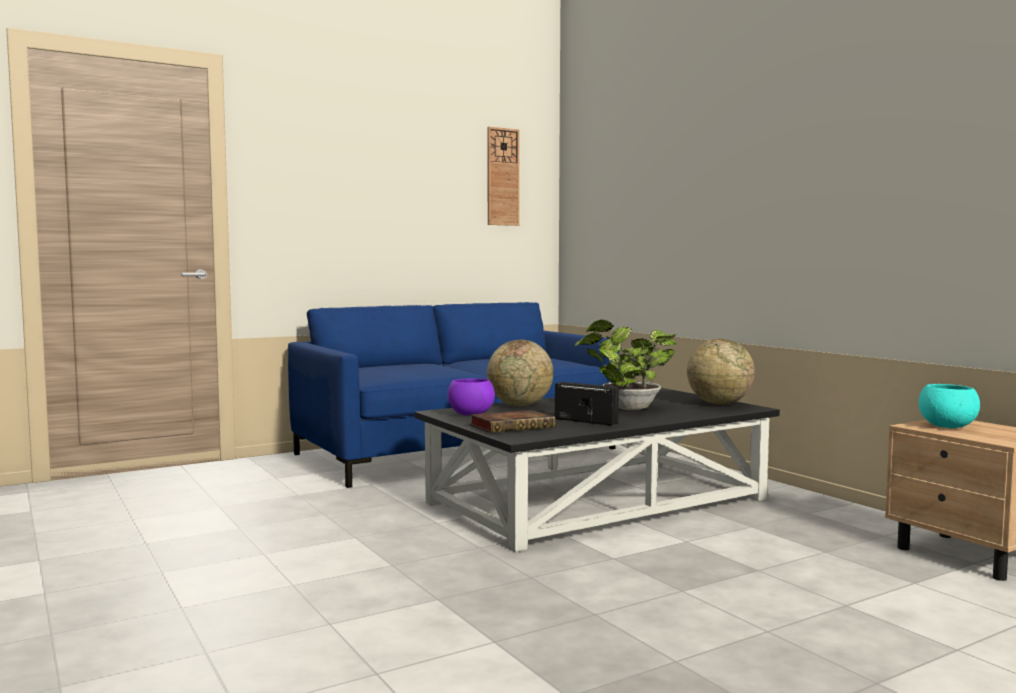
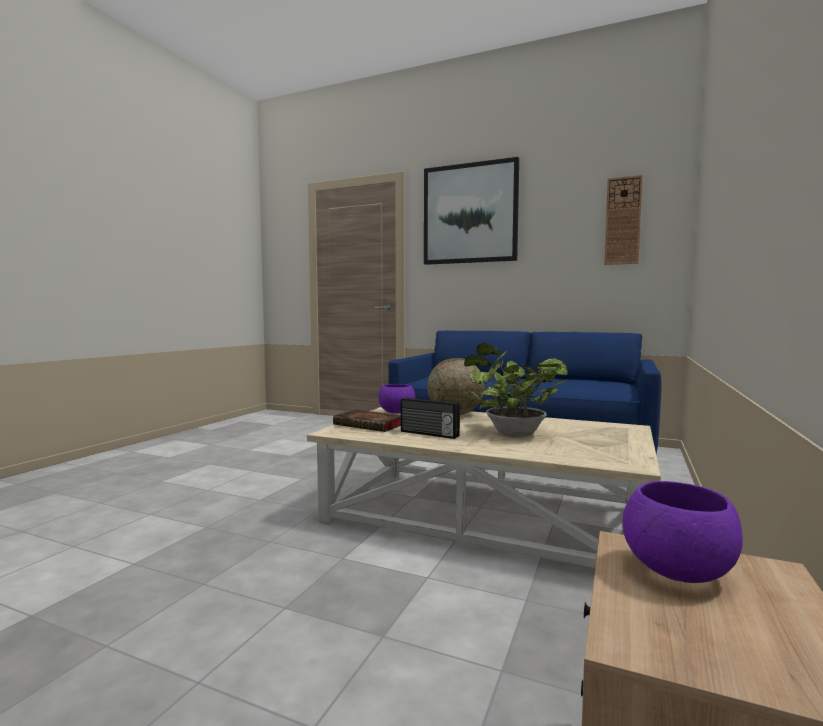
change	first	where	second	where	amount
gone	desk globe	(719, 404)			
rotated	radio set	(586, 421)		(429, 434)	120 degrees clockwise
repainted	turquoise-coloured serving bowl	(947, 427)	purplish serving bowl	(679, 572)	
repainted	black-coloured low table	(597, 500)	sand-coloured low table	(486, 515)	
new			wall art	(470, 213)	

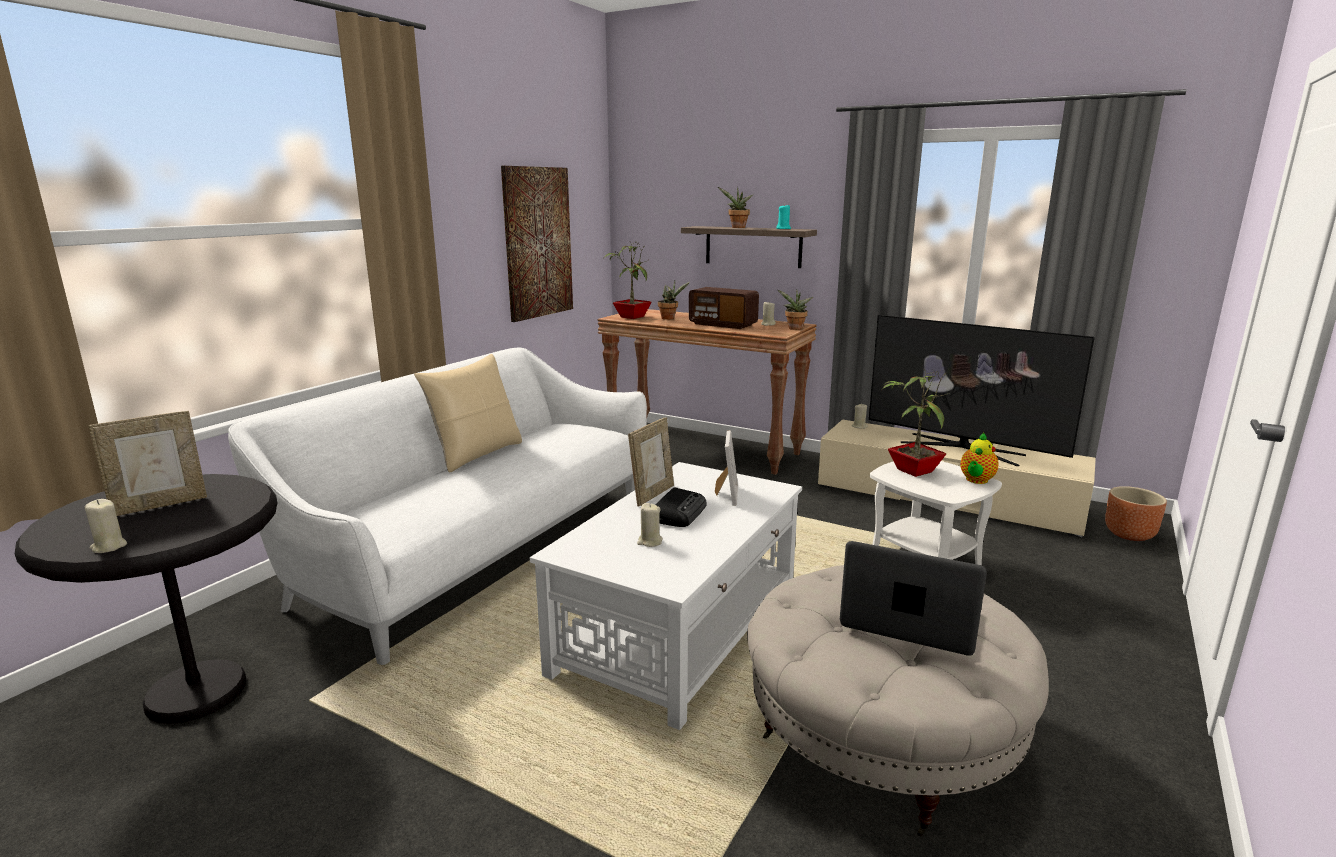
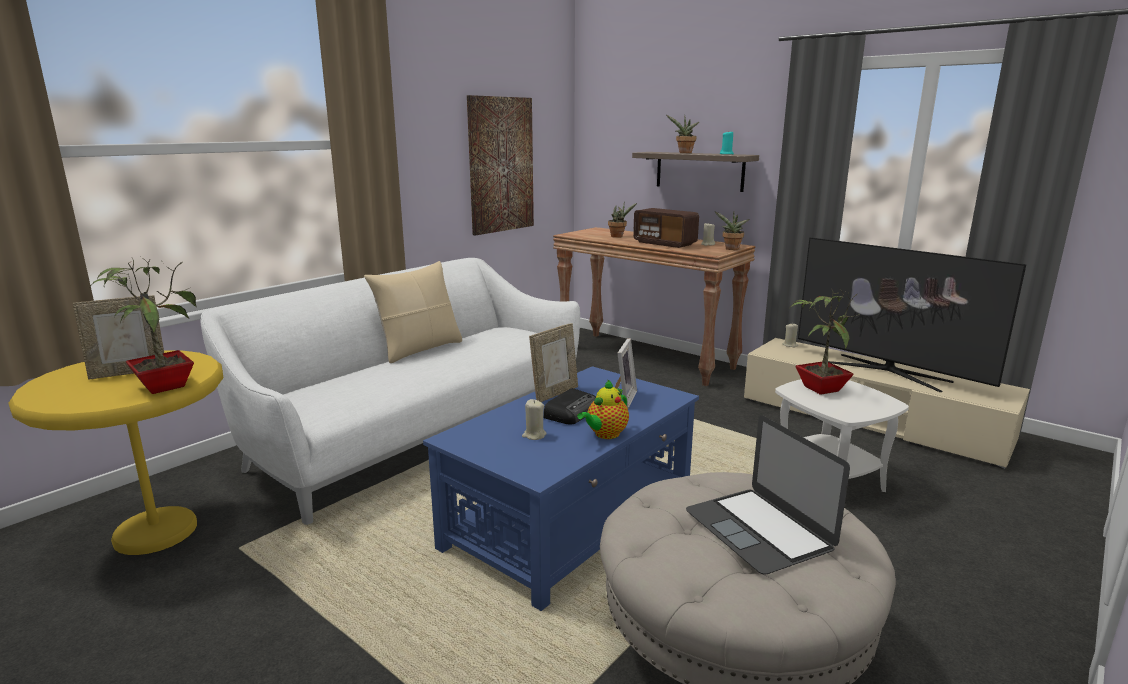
change	first	where	second	where	amount
shifted	plant in a pot	(631, 317)		(163, 386)	
shifted	tea pot	(976, 480)		(605, 434)	
repainted	white low table	(680, 628)	blue low table	(572, 519)	
repainted	black-coloured side table	(196, 693)	yellow-coloured side table	(156, 532)	
gone	brownish plant pot	(1128, 534)			
gone	sand-coloured wax light	(109, 547)			
rotated	portable computer	(909, 619)		(758, 529)	150 degrees counterclockwise

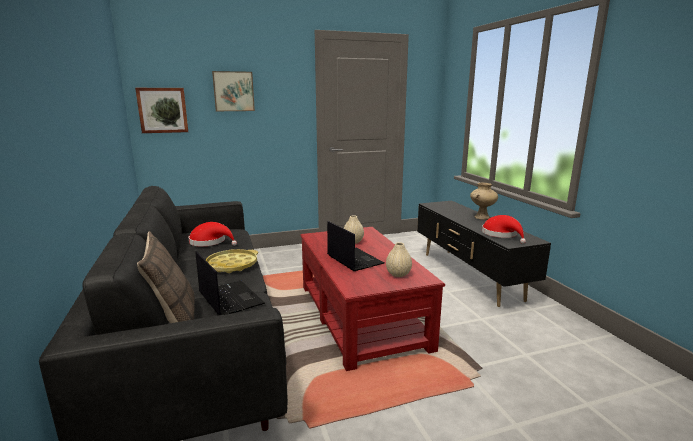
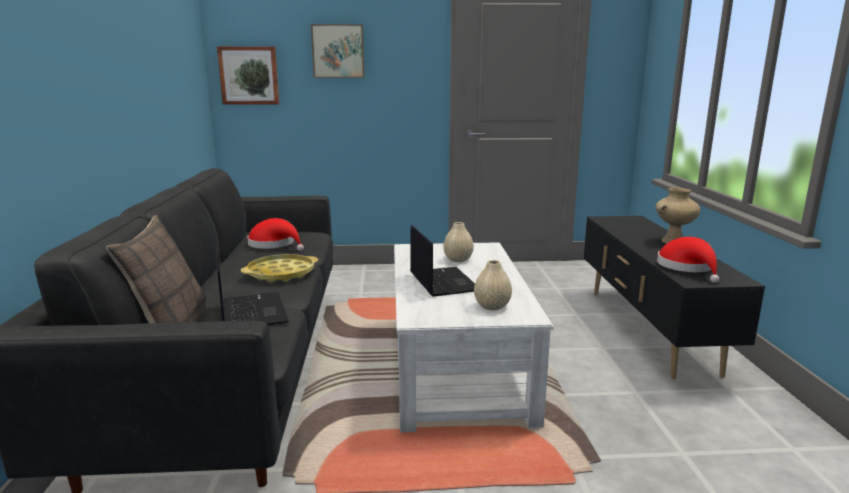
change	first	where	second	where	amount
repainted	red low table	(361, 315)	white low table	(458, 364)	

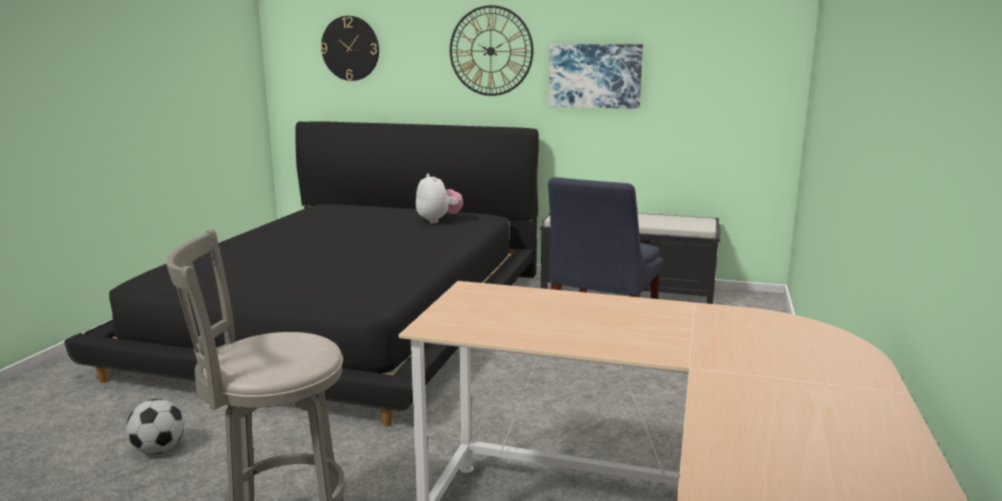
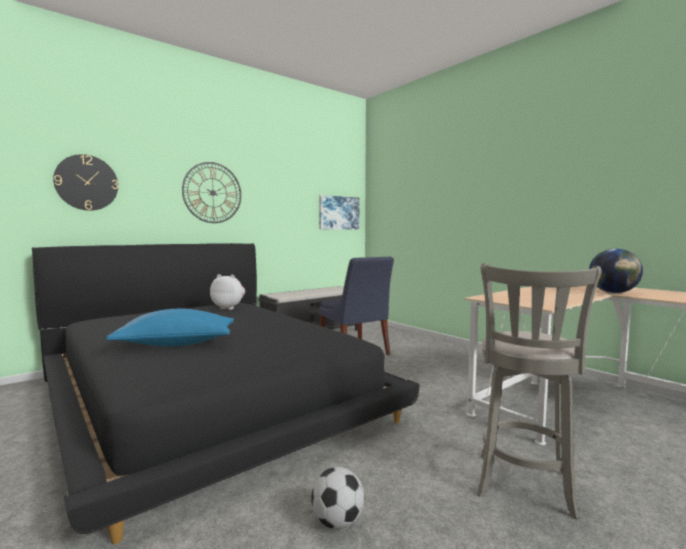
change	first	where	second	where	amount
shifted	wall art	(595, 76)		(338, 213)	
new			desk globe	(613, 292)	
new			blue pillow	(176, 344)	

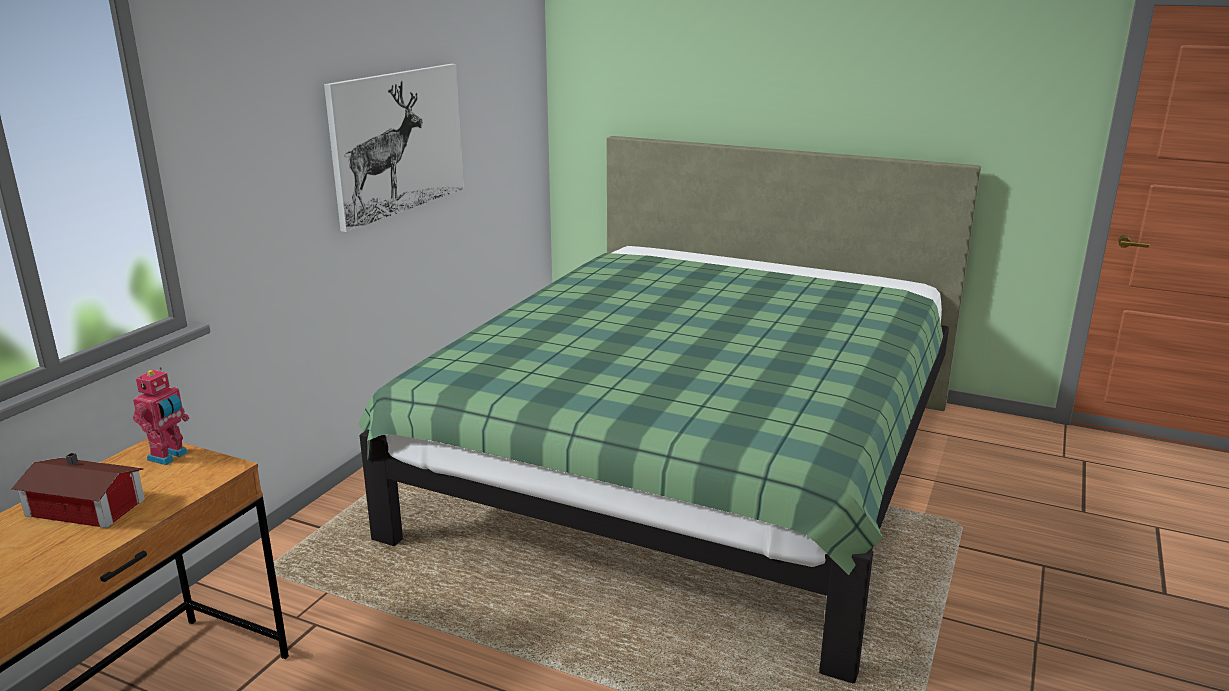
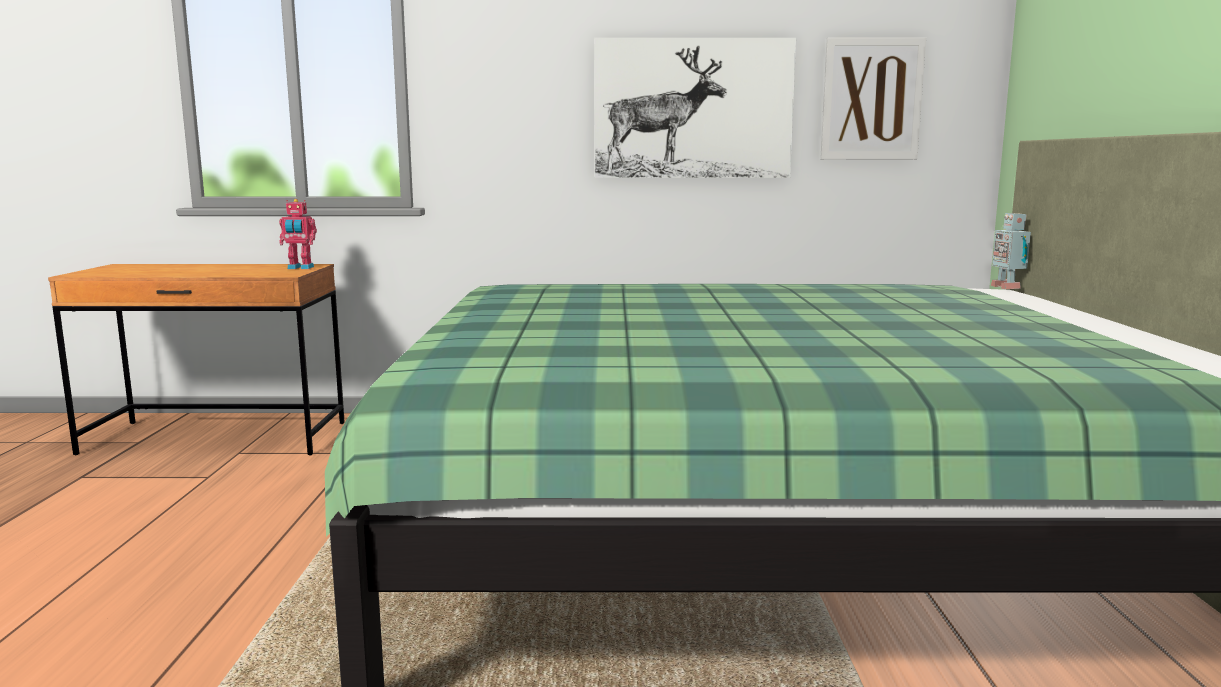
change	first	where	second	where	amount
gone	miniature house	(86, 509)			
new			wall art	(871, 99)	
new			robot figure	(1007, 287)	

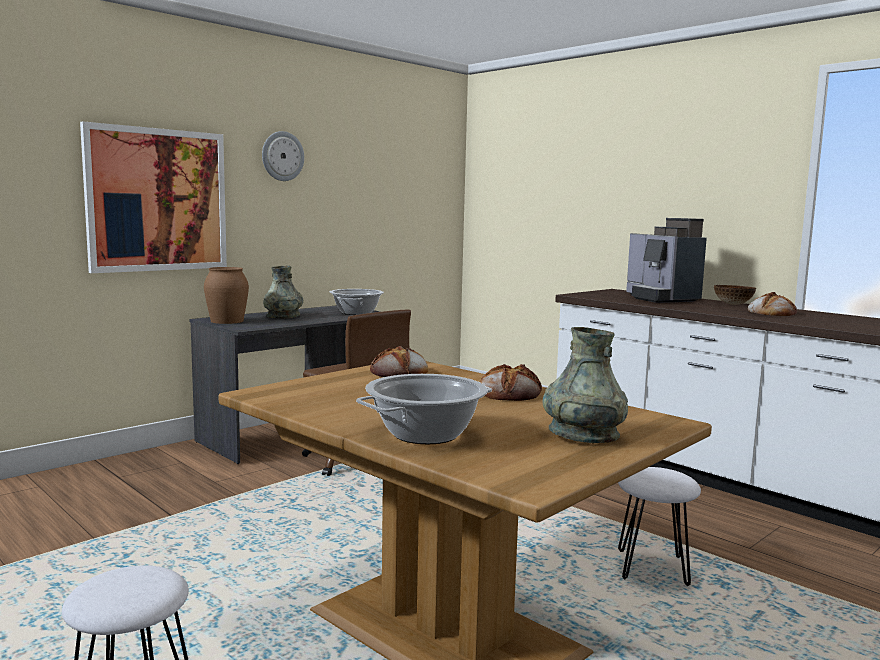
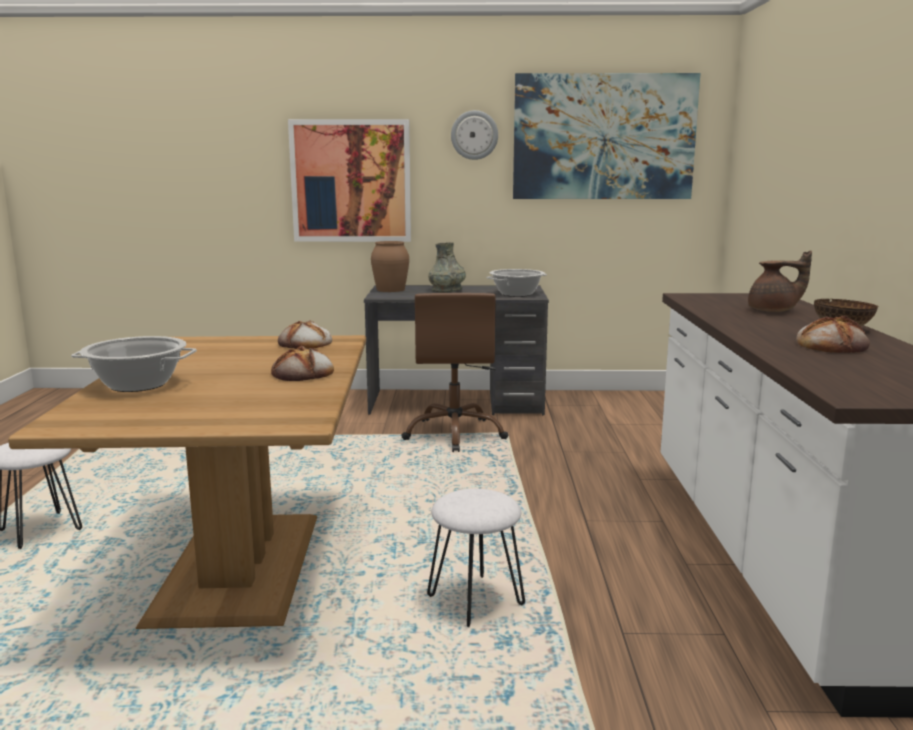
change	first	where	second	where	amount
swapped	coffee machine	(660, 298)	brownish tea pot	(774, 311)	
gone	grey vase	(583, 435)			
new			wall art	(603, 137)	

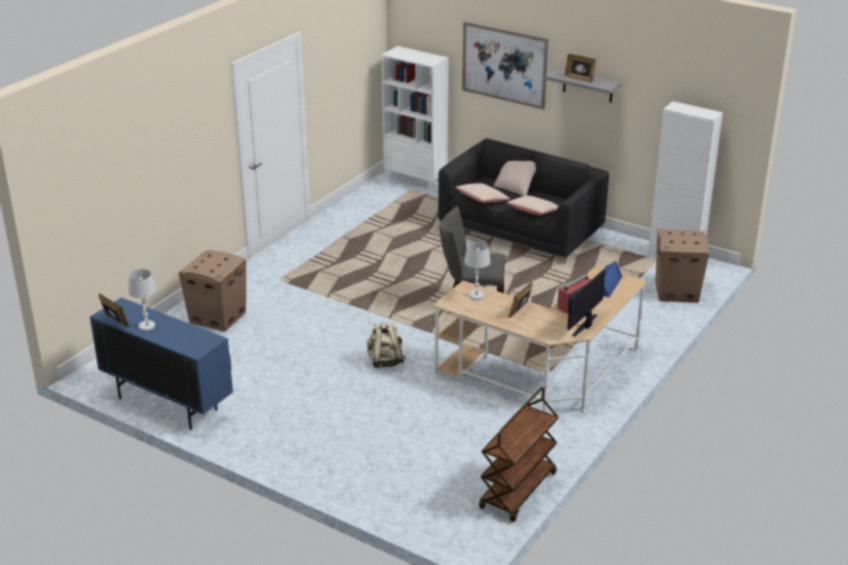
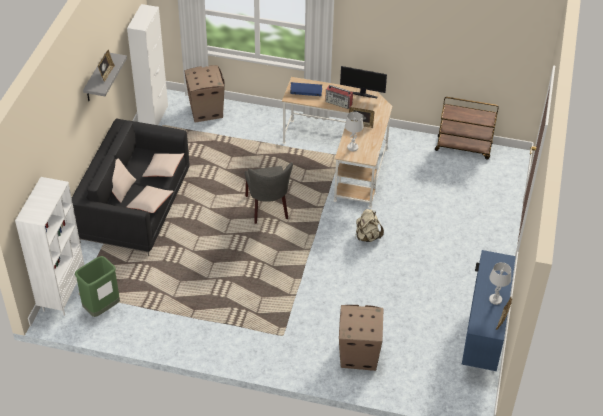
change	first	where	second	where	amount
gone	wall art	(504, 65)			
new			green trash can	(102, 308)	

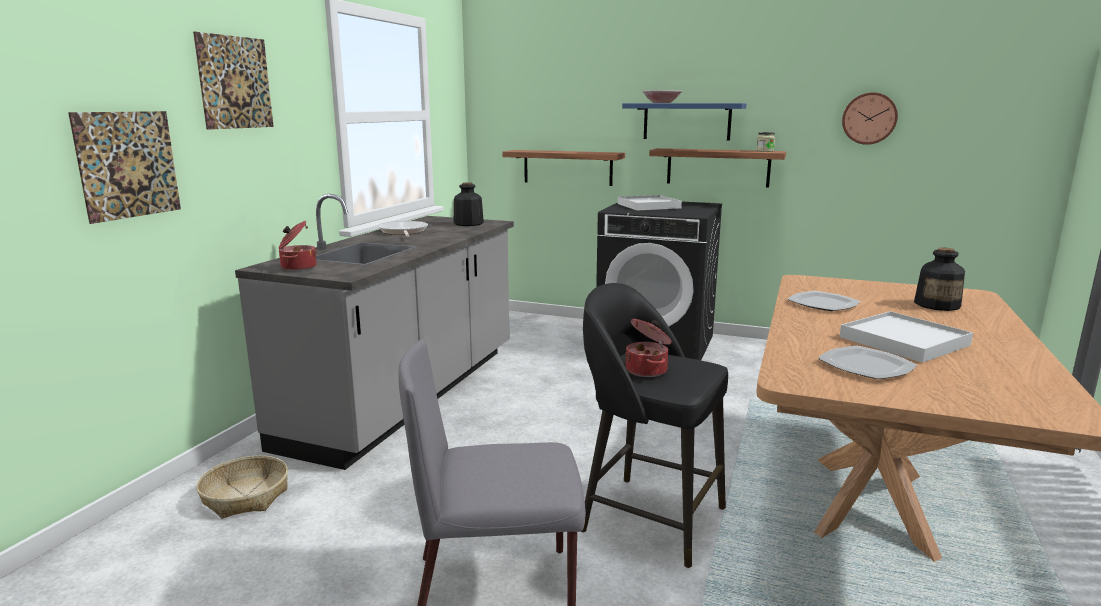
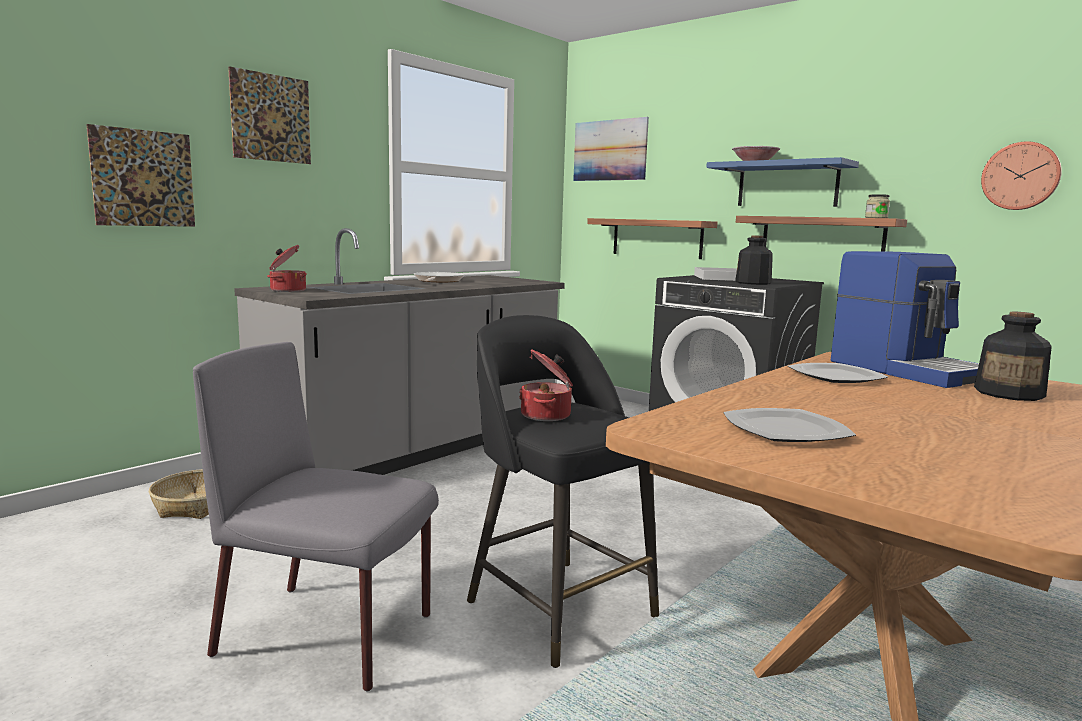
change	first	where	second	where	amount
shifted	beverage bottle	(468, 223)		(753, 283)	
gone	white tray	(904, 341)			
new			wall art	(610, 150)	
new			coffee machine	(907, 370)	

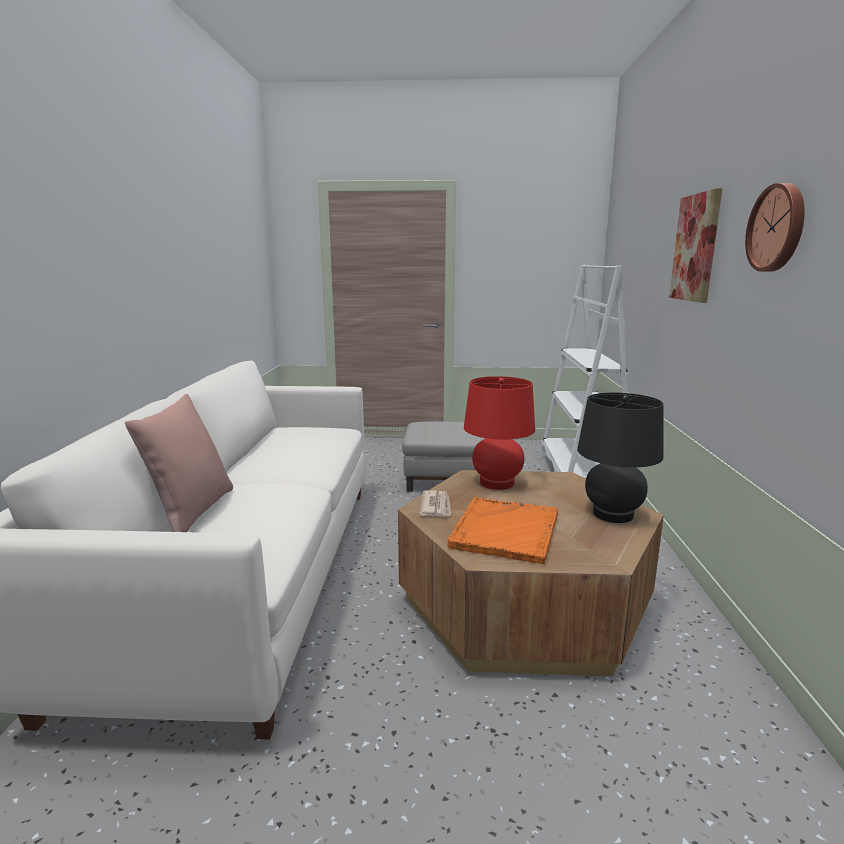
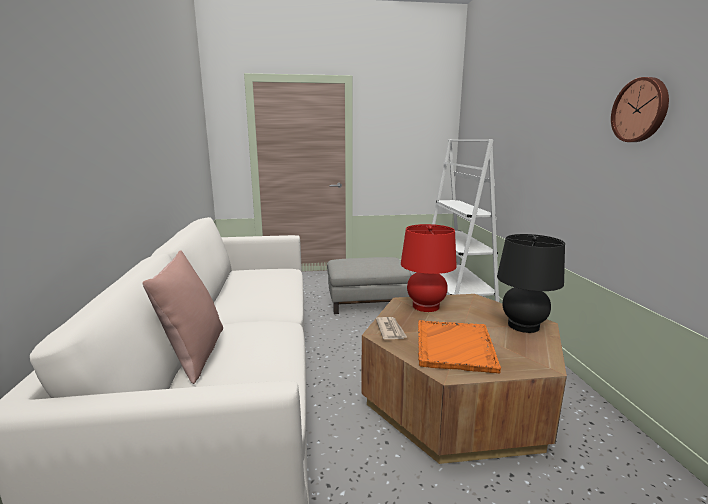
change	first	where	second	where	amount
gone	wall art	(696, 248)			

